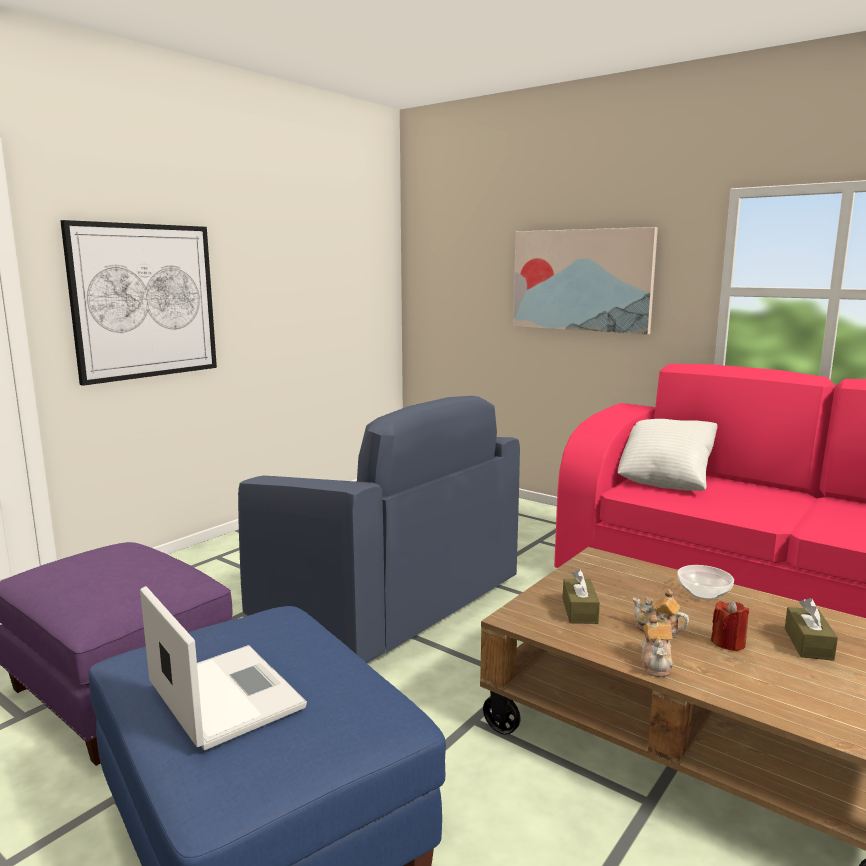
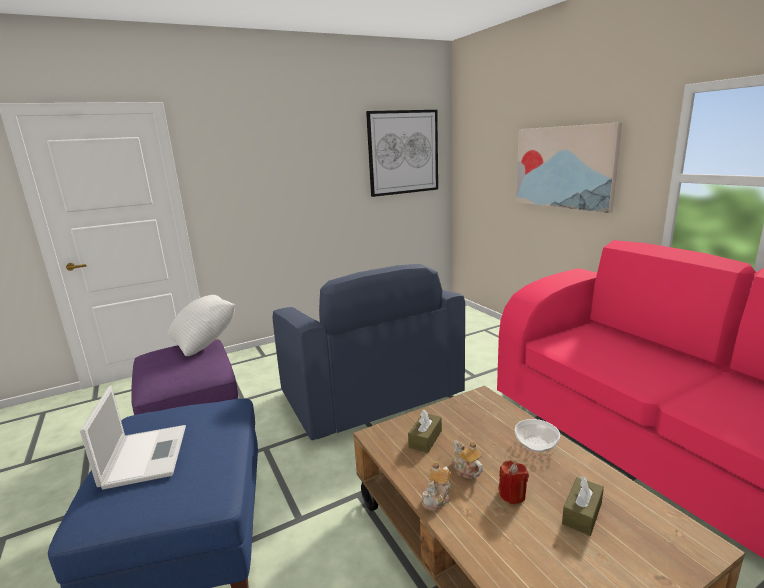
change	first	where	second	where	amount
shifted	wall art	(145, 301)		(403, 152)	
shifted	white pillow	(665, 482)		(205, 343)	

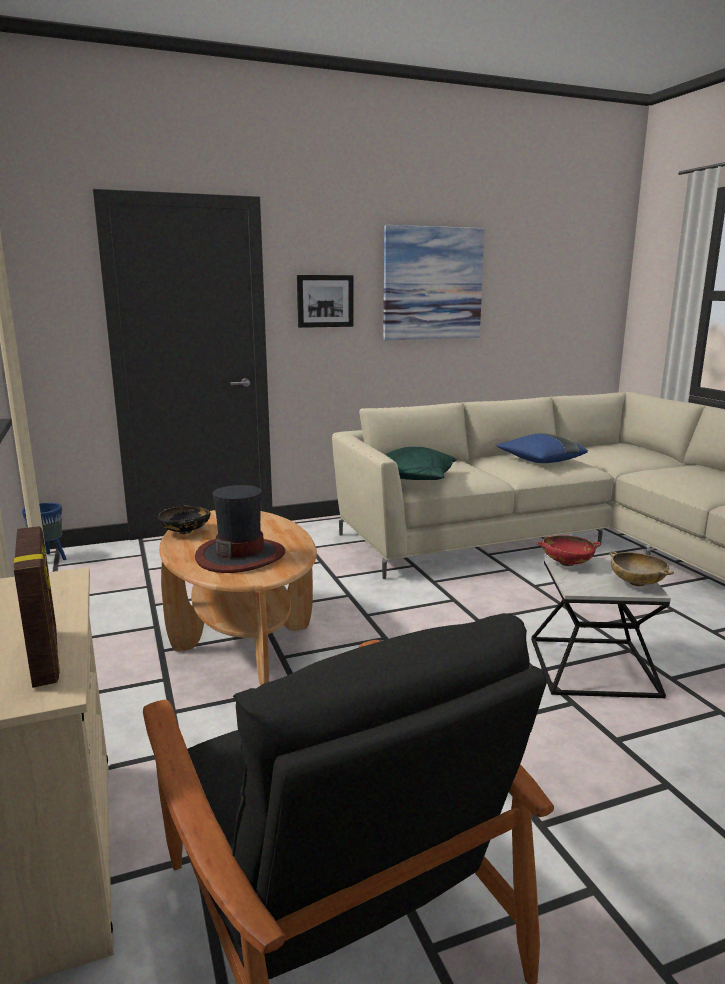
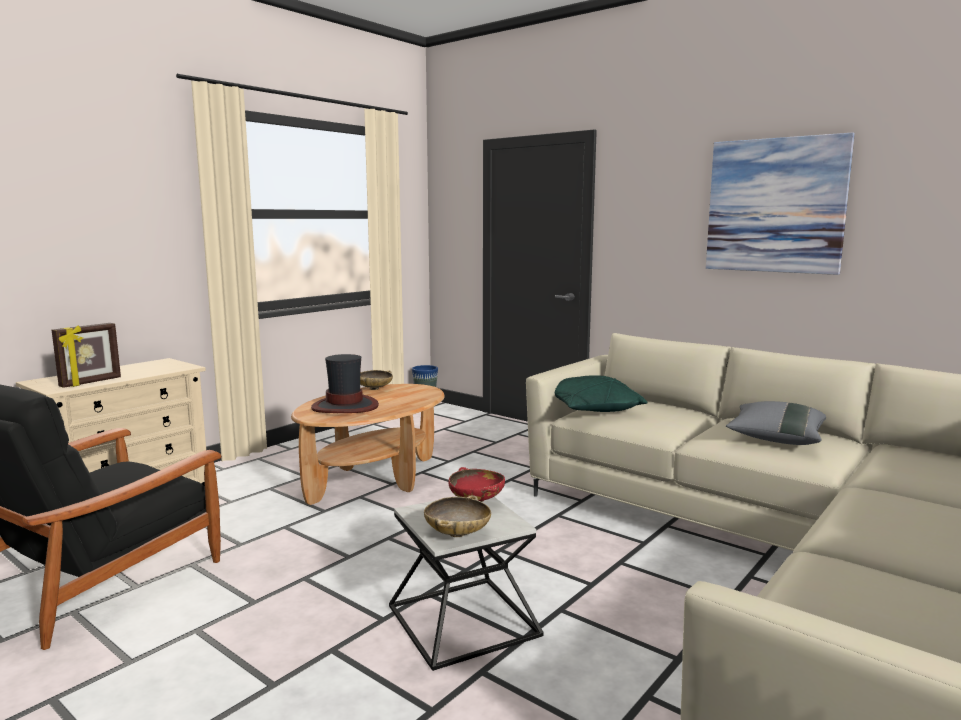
change	first	where	second	where	amount
gone	wall art	(325, 301)			
repainted	blue pillow	(540, 461)	grey pillow	(775, 438)	
repainted	black-coloured serving bowl	(185, 532)	sand-coloured serving bowl	(374, 389)	

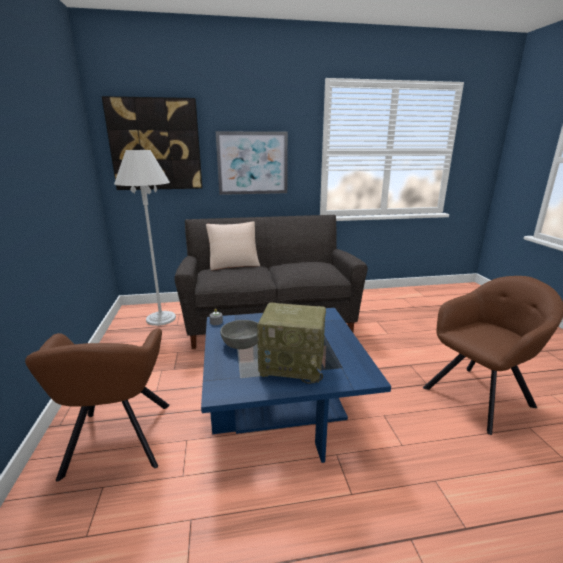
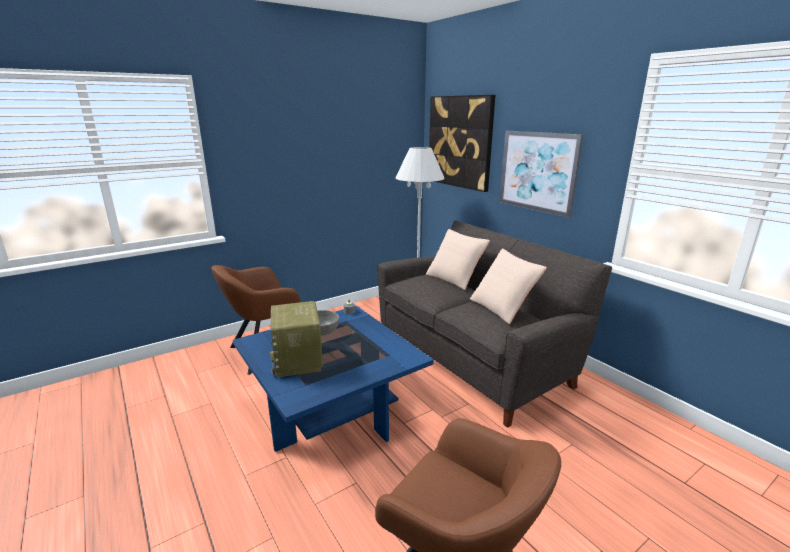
change	first	where	second	where	amount
new			sand-coloured pillow	(503, 308)	

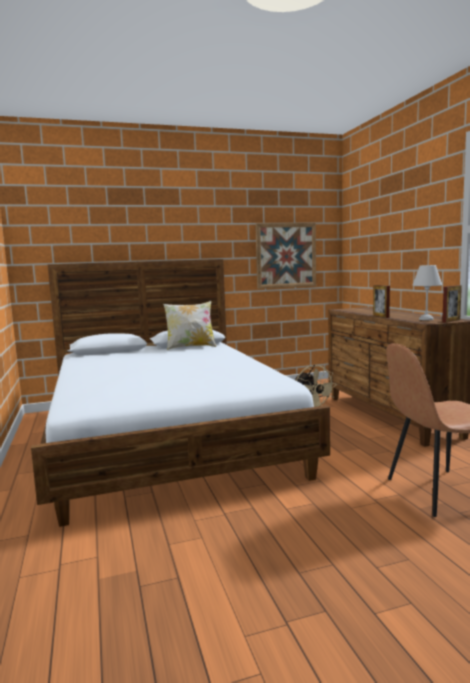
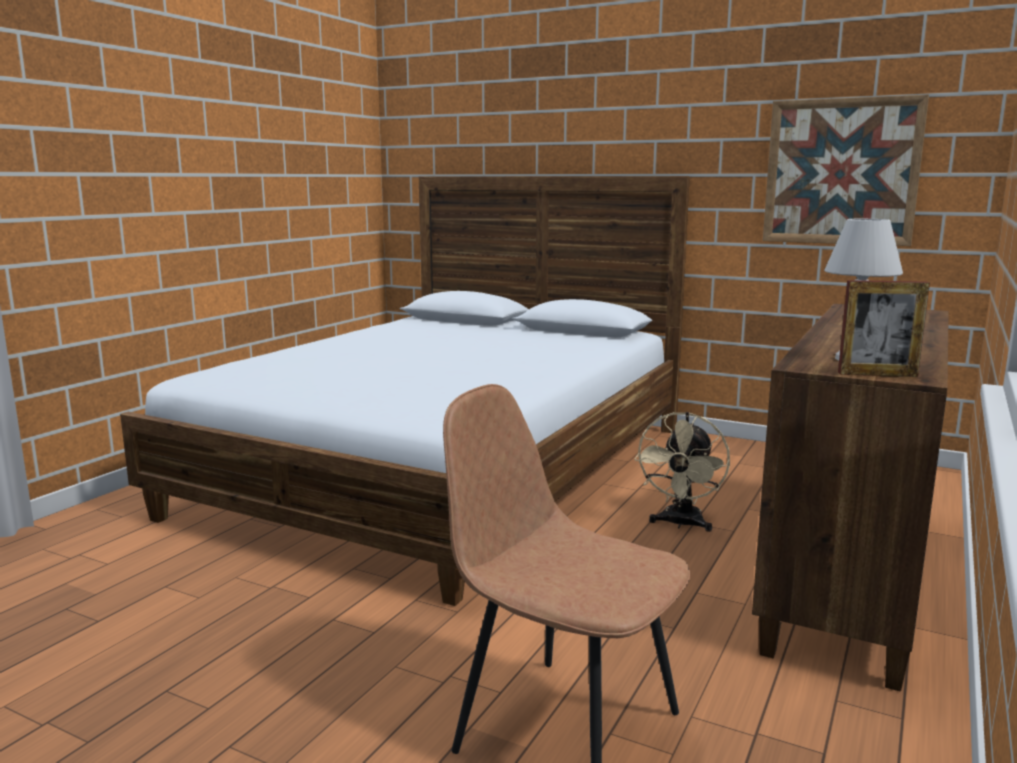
change	first	where	second	where	amount
gone	photo frame	(381, 316)			
gone	pillow	(190, 347)			

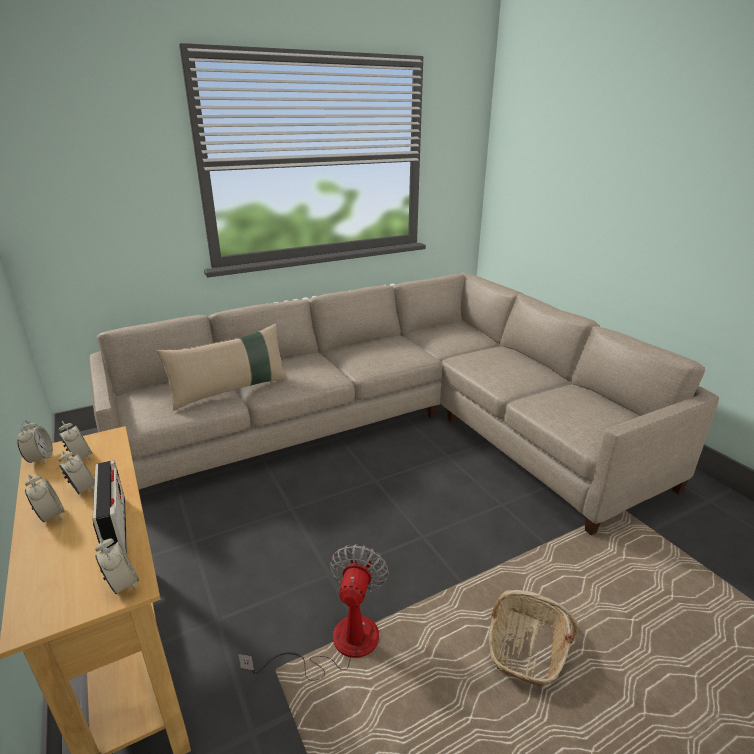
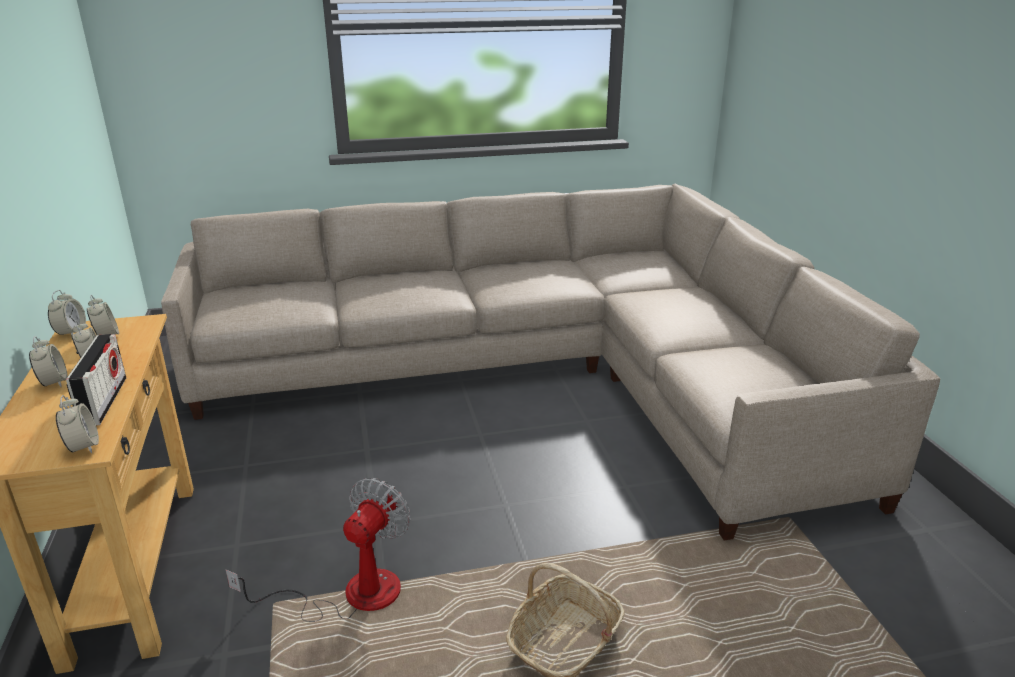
change	first	where	second	where	amount
gone	sand-coloured pillow	(230, 390)			

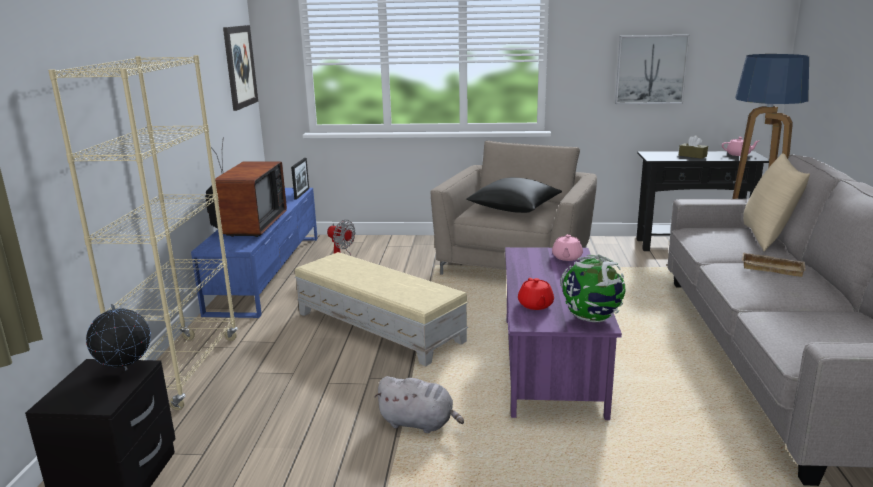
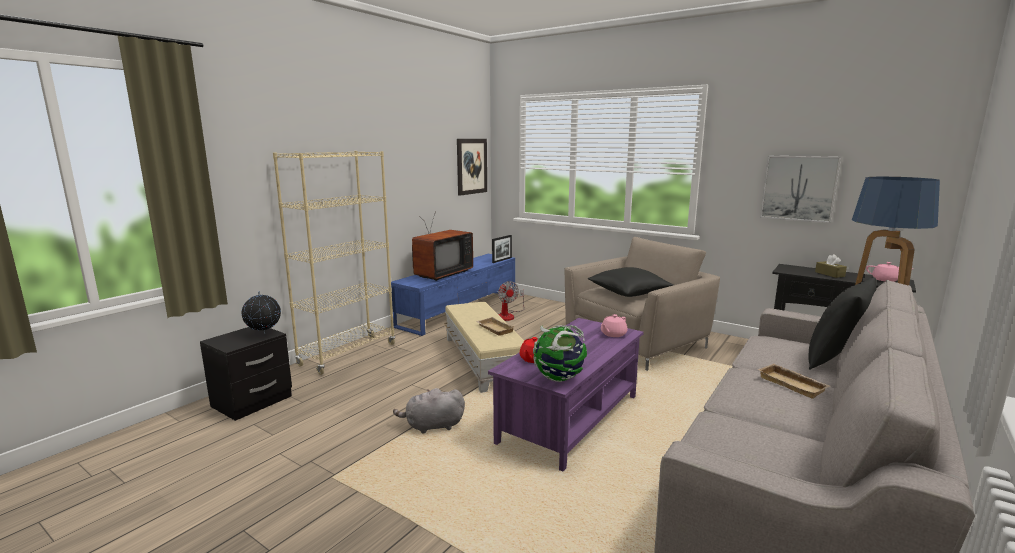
change	first	where	second	where	amount
repainted	sand-coloured pillow	(767, 237)	black-coloured pillow	(835, 359)	
rotated	grey soft toy	(419, 423)		(432, 426)	120 degrees clockwise
new			sand-coloured tray	(494, 329)	

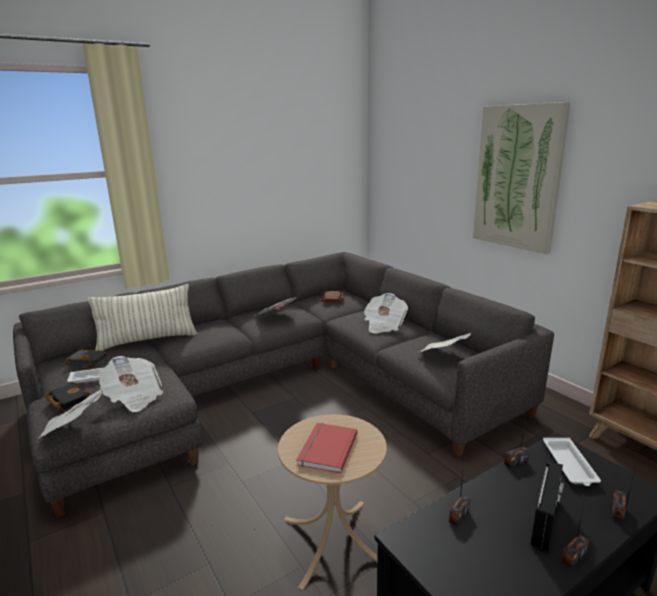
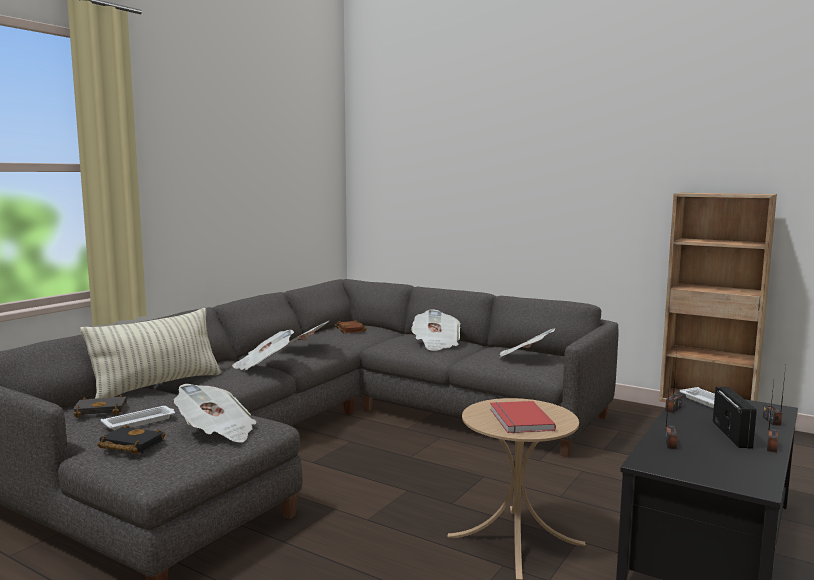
change	first	where	second	where	amount
gone	wall art	(517, 177)			
shifted	printed paper	(73, 428)		(263, 366)	

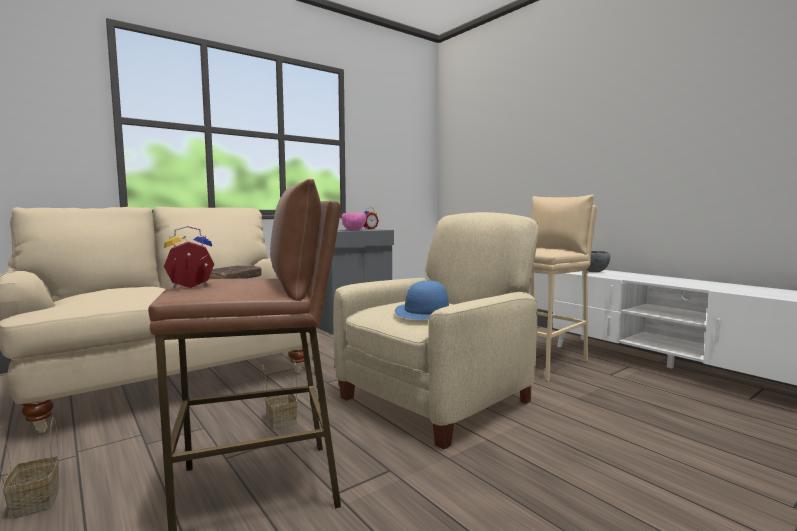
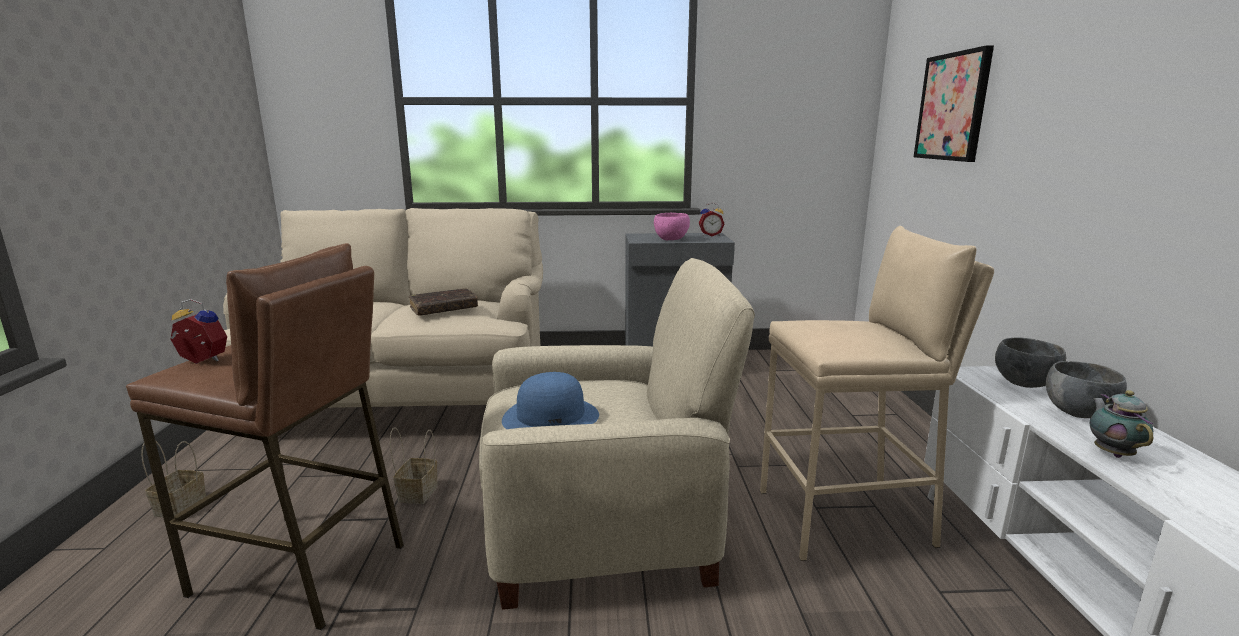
change	first	where	second	where	amount
new			wall art	(953, 107)	
new			grey serving bowl	(1076, 412)	
new			tea pot	(1112, 453)	

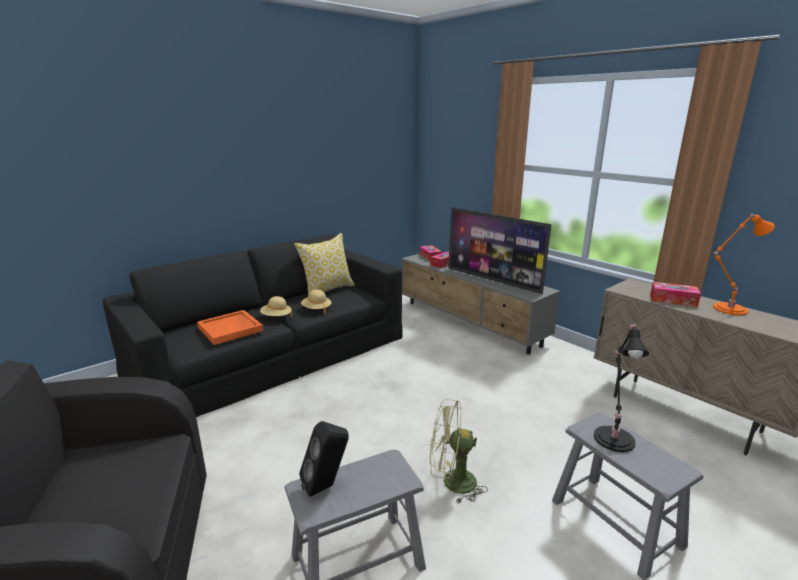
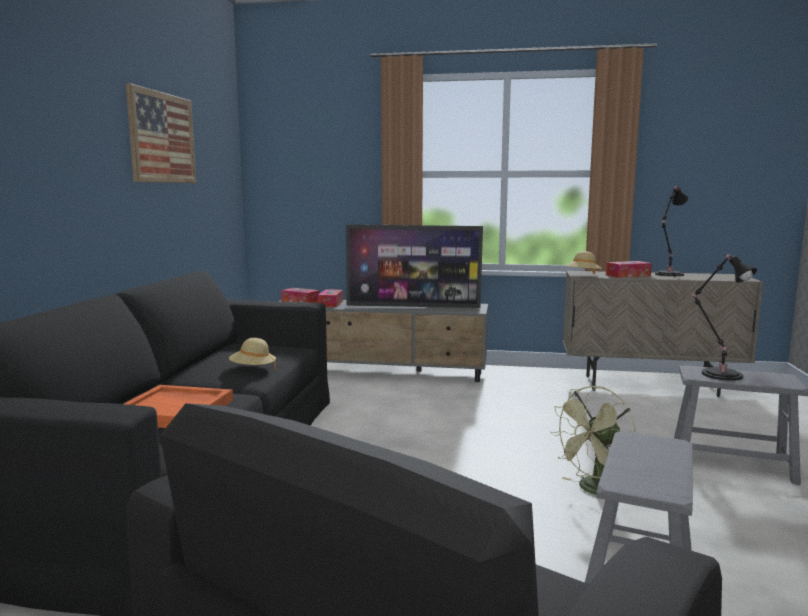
change	first	where	second	where	amount
repainted	orange-coloured lamp for a table	(727, 309)	black-coloured lamp for a table	(668, 274)	
gone	pillow	(327, 290)			
shifted	sand-coloured hat	(276, 317)		(583, 276)	
gone	black-coloured loudspeaker	(326, 486)			
new			wall art	(162, 138)	

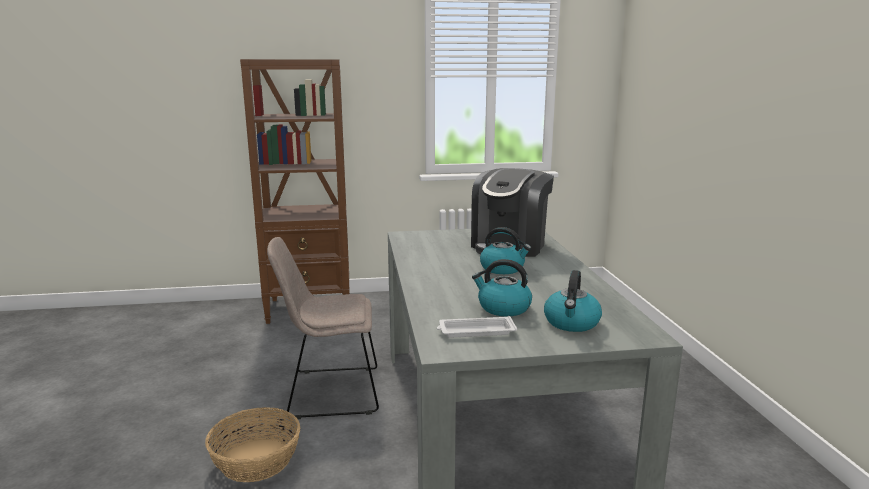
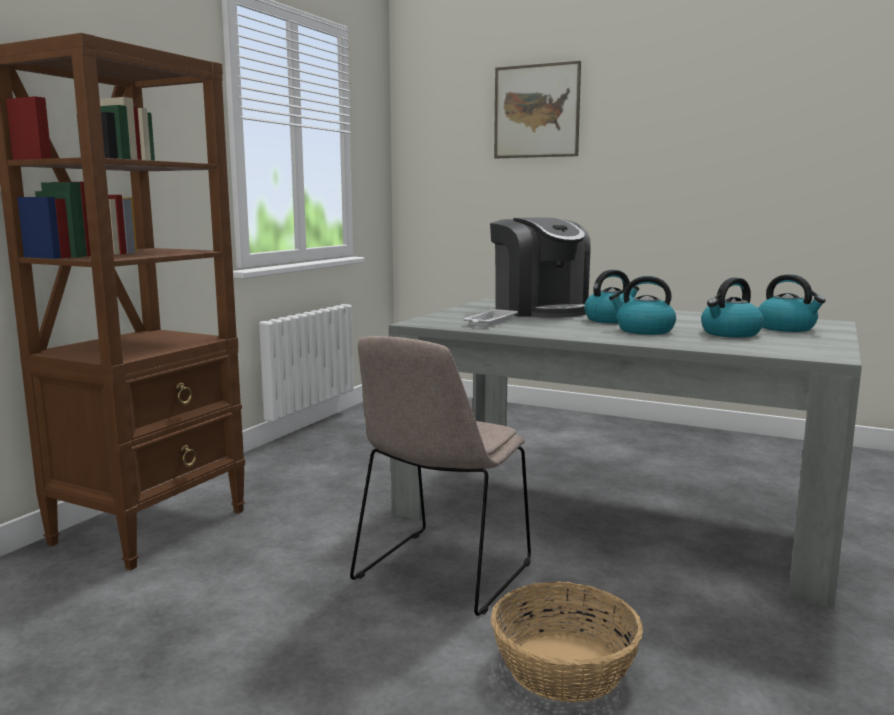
change	first	where	second	where	amount
shifted	white tray	(475, 331)		(490, 322)	
new			wall art	(536, 111)	
new			water kettle	(643, 330)	

